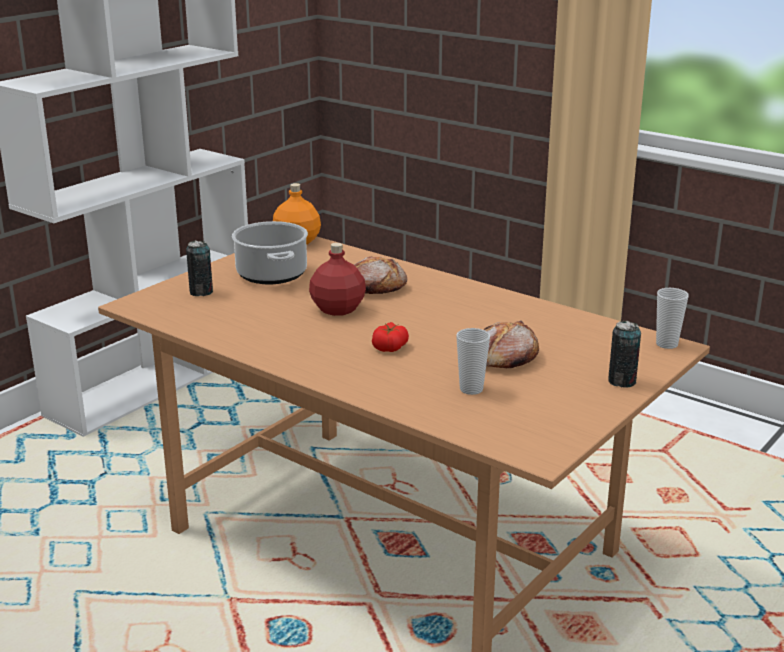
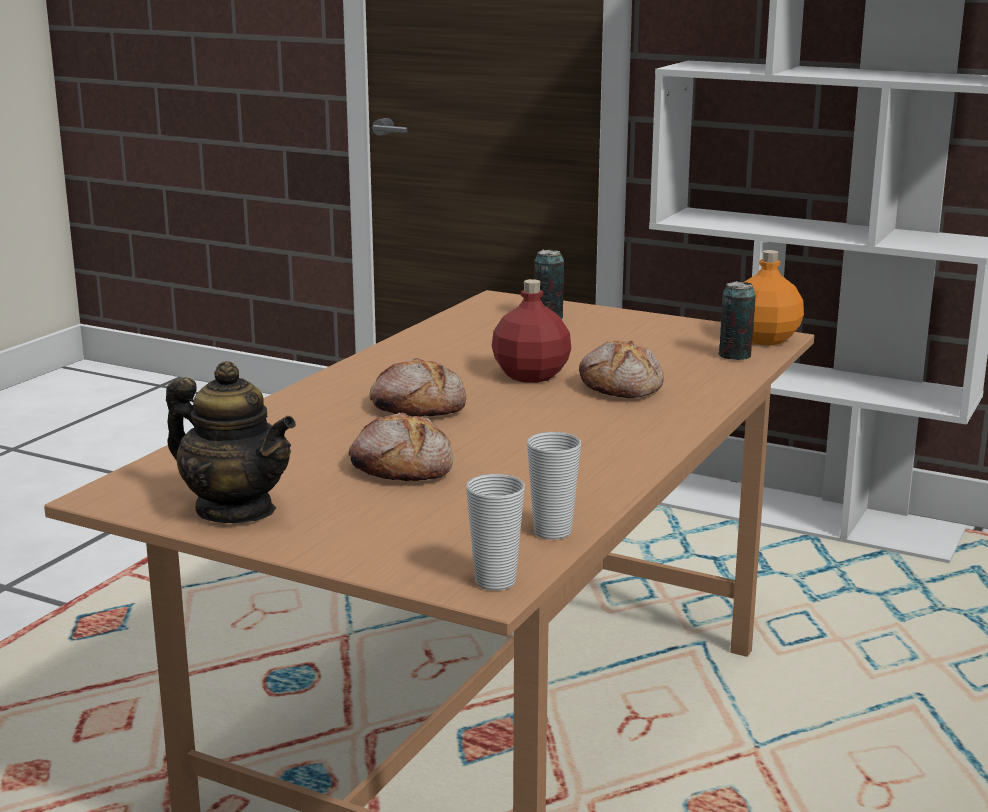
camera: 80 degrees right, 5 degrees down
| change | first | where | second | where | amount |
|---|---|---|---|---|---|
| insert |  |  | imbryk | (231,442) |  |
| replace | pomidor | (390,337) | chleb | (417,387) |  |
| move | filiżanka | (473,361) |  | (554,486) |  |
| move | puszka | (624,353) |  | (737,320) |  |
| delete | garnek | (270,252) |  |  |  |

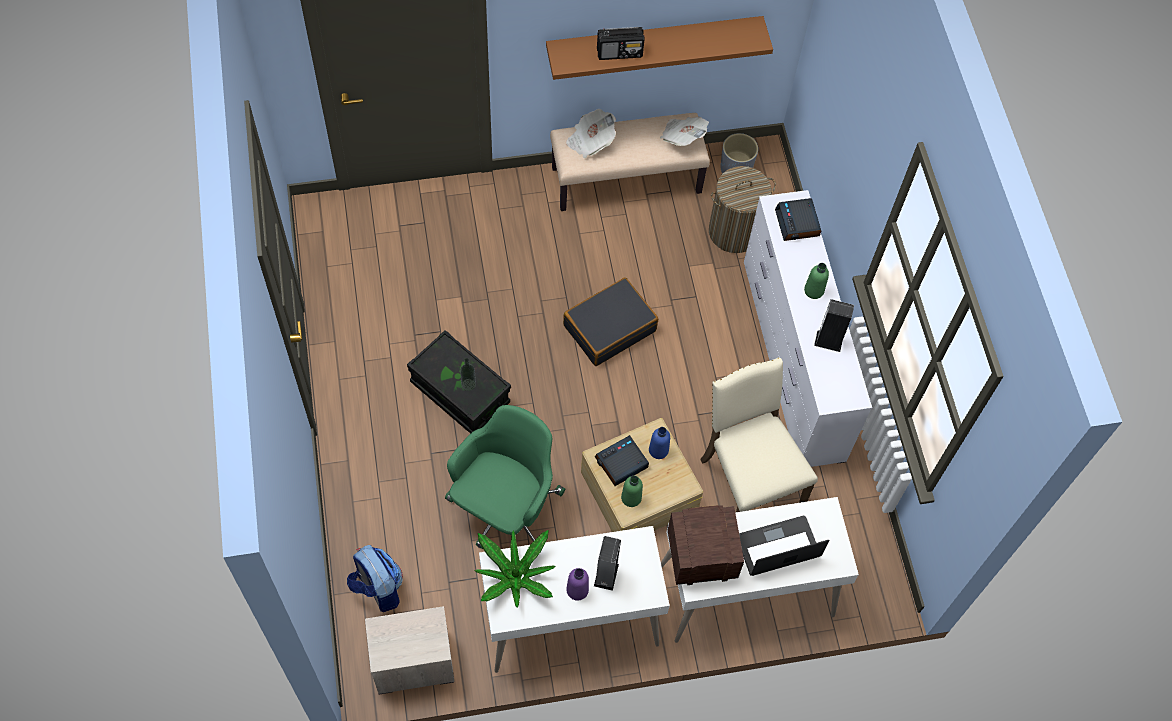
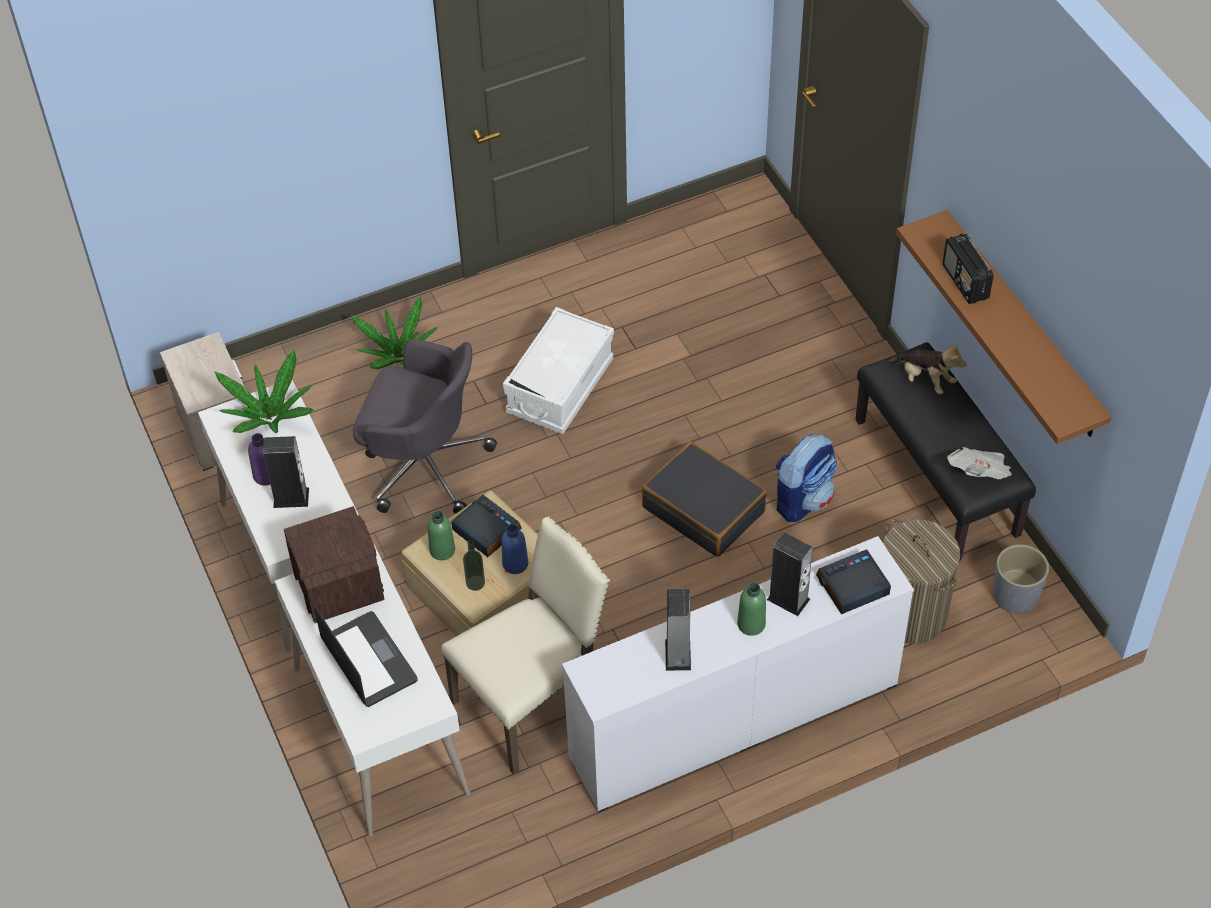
camera: 80 degrees right, 10 degrees down
| change | first | where | second | where | amount |
|---|---|---|---|---|---|
| insert |  |  | roślina doniczkowa | (394,332) |  |
| recolor | krzesło biurowe/zielony | (505,477) | krzesło biurowe/szary | (425,426) |  |
| move | butelka | (468,374) |  | (474,565) |  |
| recolor | pojemnik do przechowywania/czarny | (459,382) | pojemnik do przechowywania/biały | (558,370) |  |
| insert |  |  | głośnik | (790,574) |  |
| move | plecak | (375,578) |  | (806,478) |  |
| recolor | ławka/beżowy | (630,162) | ławka/czarny | (946,451) |  |
| replace | gazeta | (591,133) | pluszak | (927,368) |  |

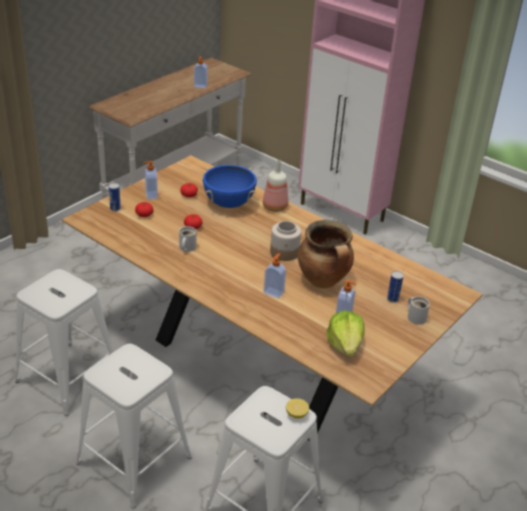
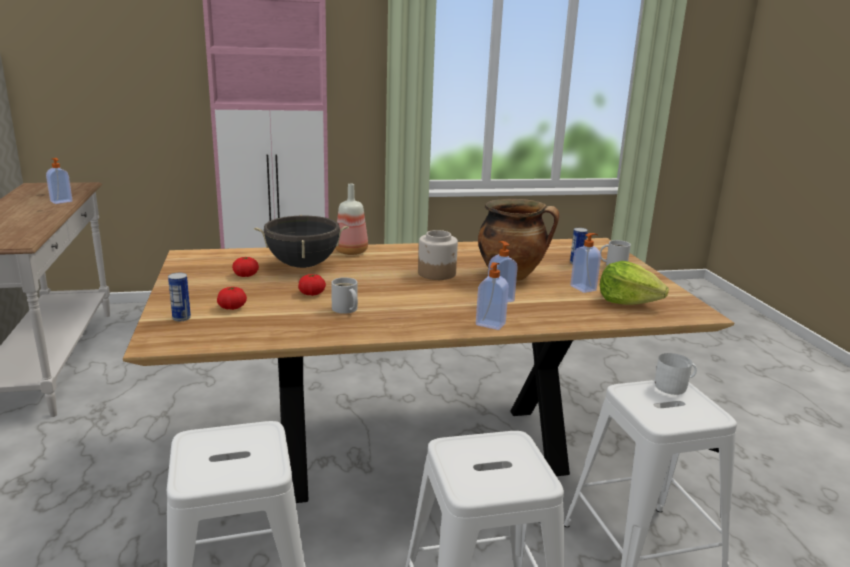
camera: 50 degrees left, 15 degrees down
| change | first | where | second | where | amount |
|---|---|---|---|---|---|
| recolor | garnek/niebieski | (230,186) | garnek/czarny | (301,241) |  |
| move | dozownik mydła | (151,180) |  | (492,296) |  |
| replace | cytryna | (297,408) | kubek/biały | (676,374) |  |

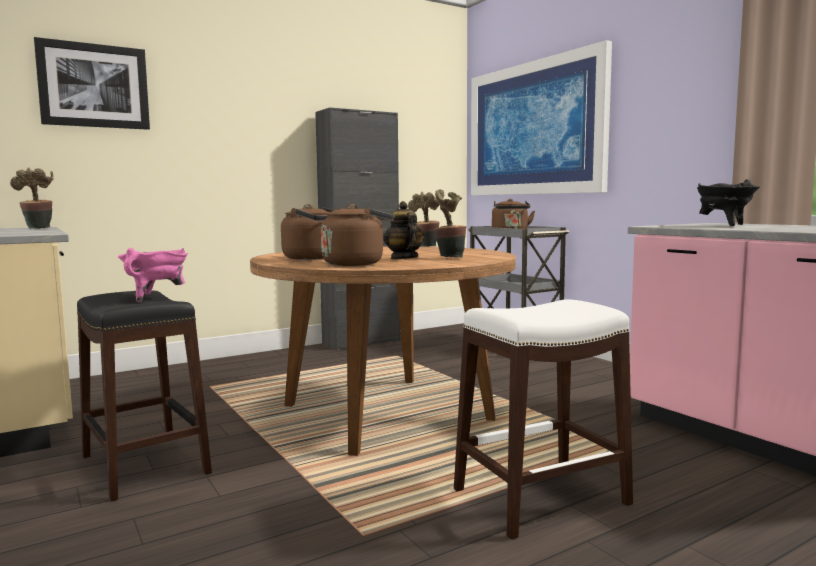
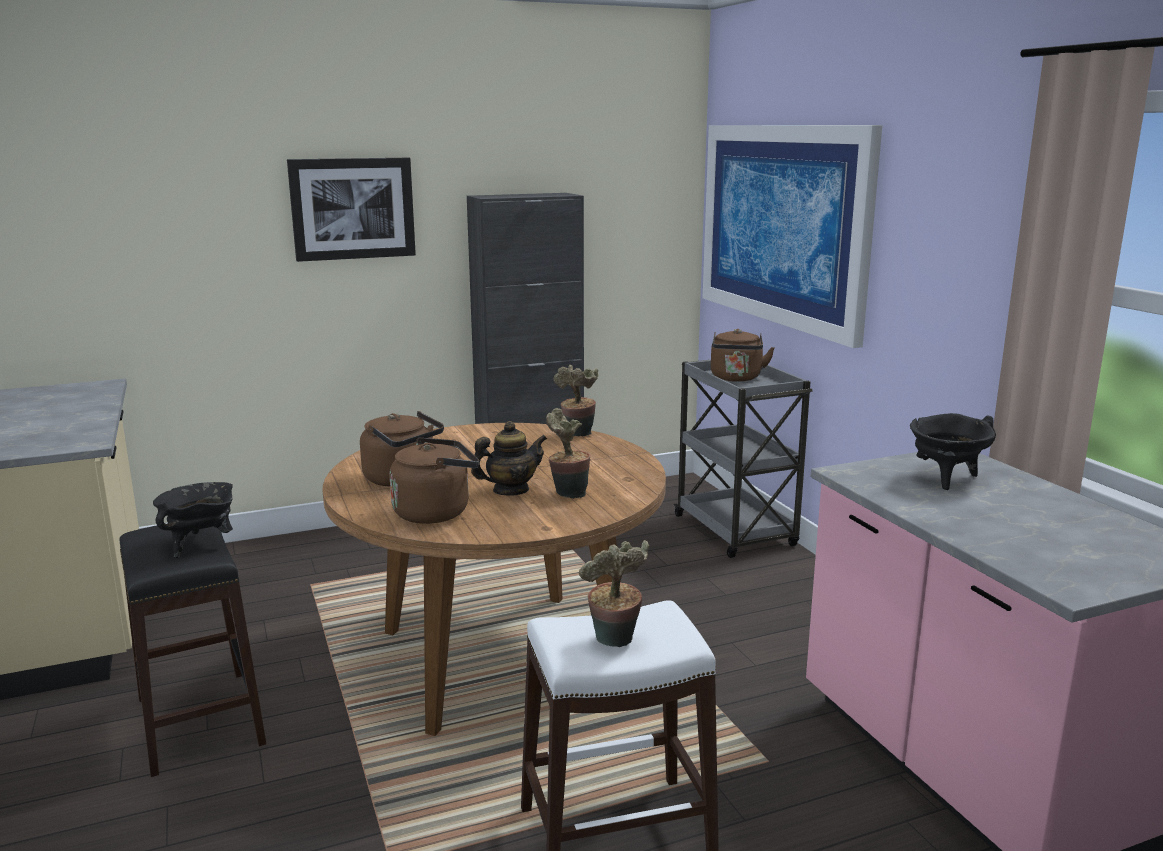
camera: 10 degrees right, 10 degrees up
| change | first | where | second | where | amount |
|---|---|---|---|---|---|
| recolor | garnek/różowy | (152,275) | garnek/czarny | (193,520) |  |
| move | obraz | (92,83) |  | (351,210) |  |
| rotate | imbryk | (403,230) |  | (509,458) | 75 degrees clockwise |
| move | roślina doniczkowa | (32,198) |  | (614,593) |  |

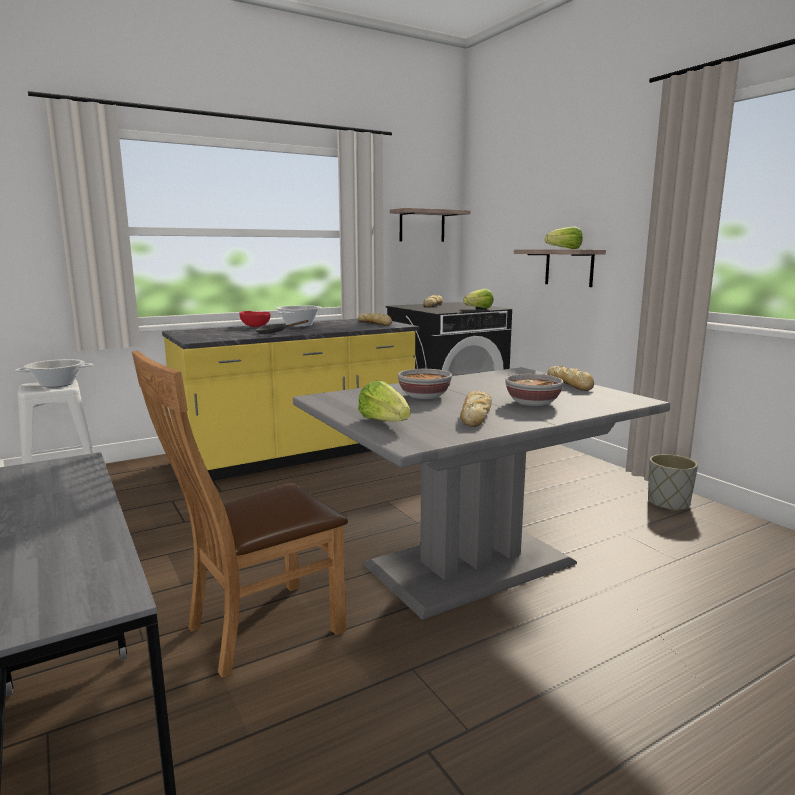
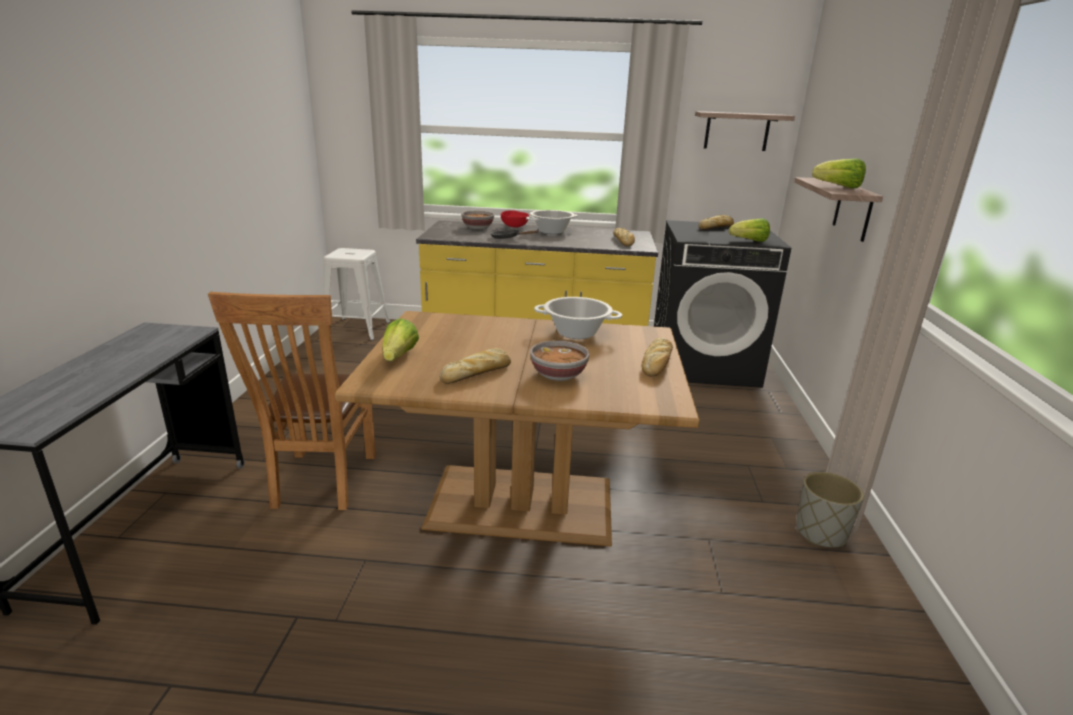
camera: 35 degrees right, 10 degrees up
| change | first | where | second | where | amount |
|---|---|---|---|---|---|
| rotate | krzesło/brązowy | (240,514) |  | (292,401) | 90 degrees counterclockwise |
| recolor | stół jadalny/szary | (481,493) | stół jadalny/brązowy | (517,428) |  |
| move | miska | (425,384) |  | (477,220) |  |
| move | garnek | (54,373) |  | (578,318) |  |

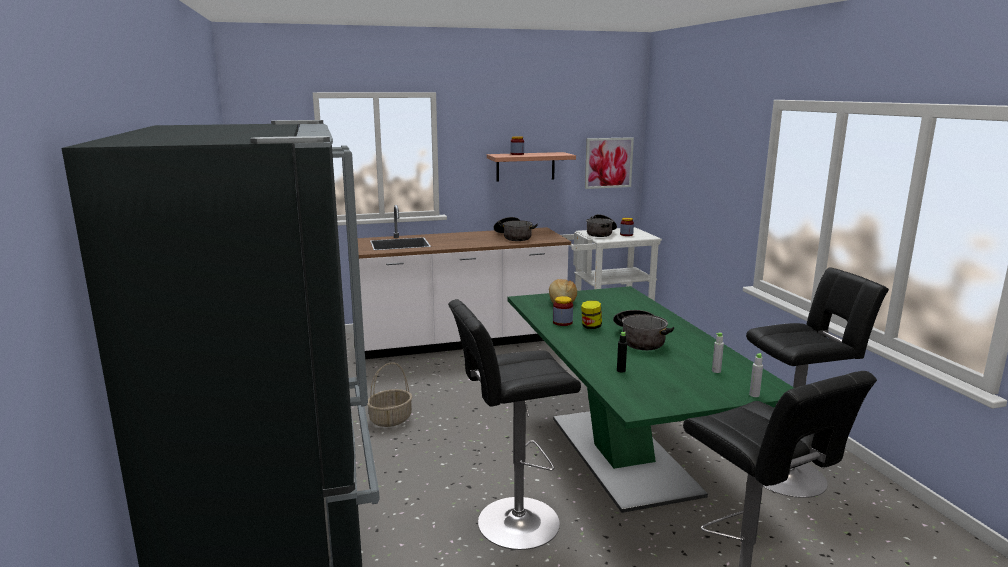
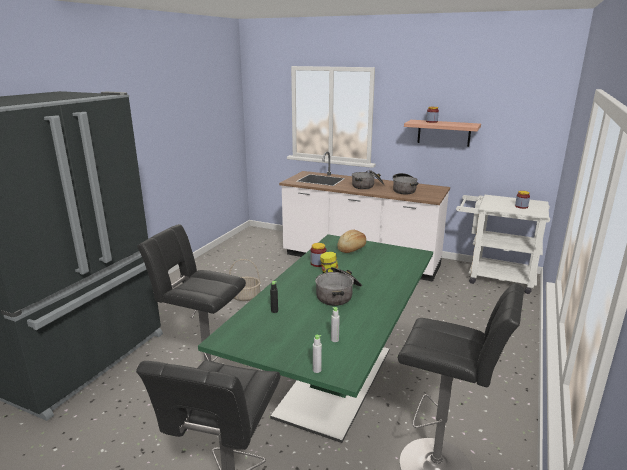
camera: 40 degrees right, 5 degrees up
| change | first | where | second | where | amount |
|---|---|---|---|---|---|
| move | garnek | (601,225) |  | (368,179) |  |
| delete | obraz | (609,163) |  |  |  |

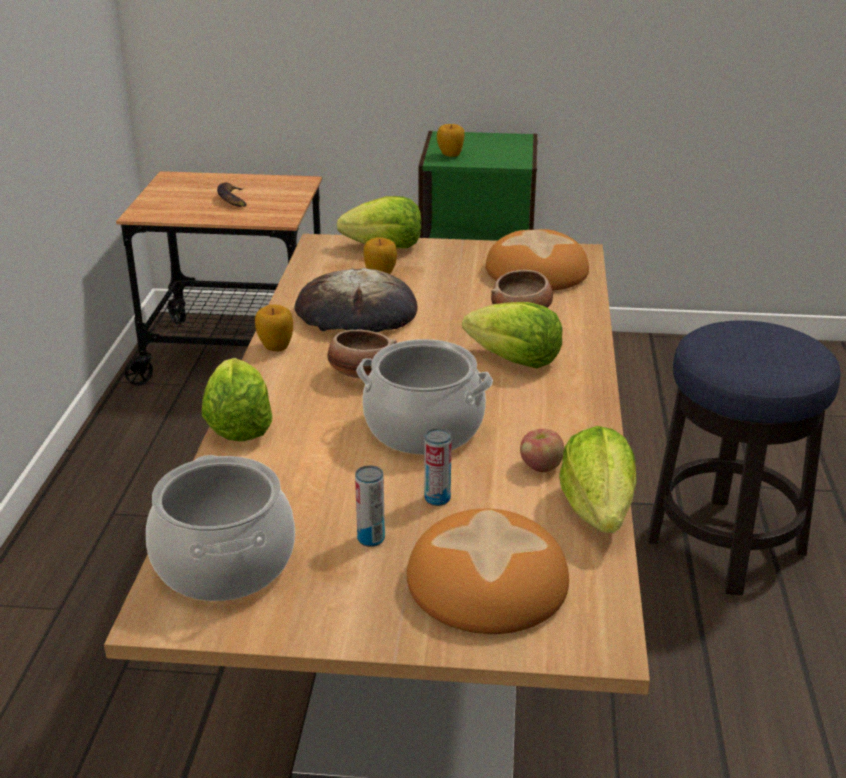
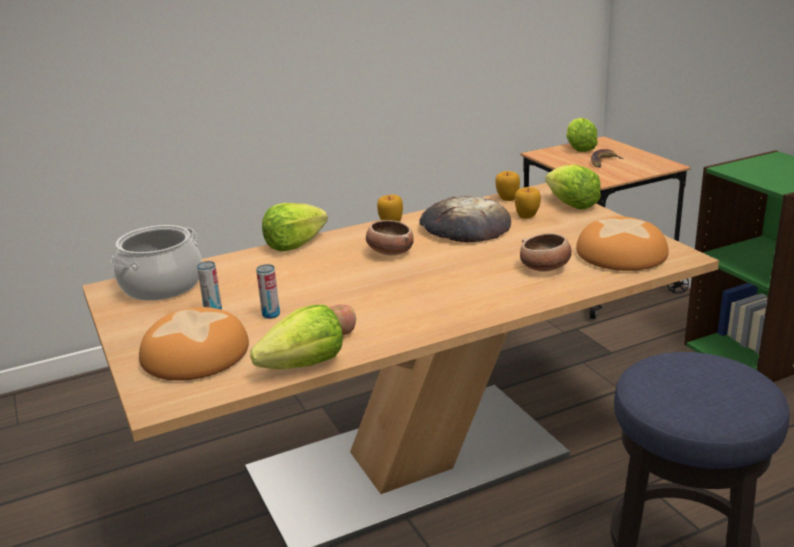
camera: 60 degrees right, 5 degrees down
| change | first | where | second | where | amount |
|---|---|---|---|---|---|
| move | jabłko | (451,140) |  | (507,186) |  |
| move | sałata | (512,335) |  | (582,135) |  |
| delete | garnek | (424,397) |  |  |  |

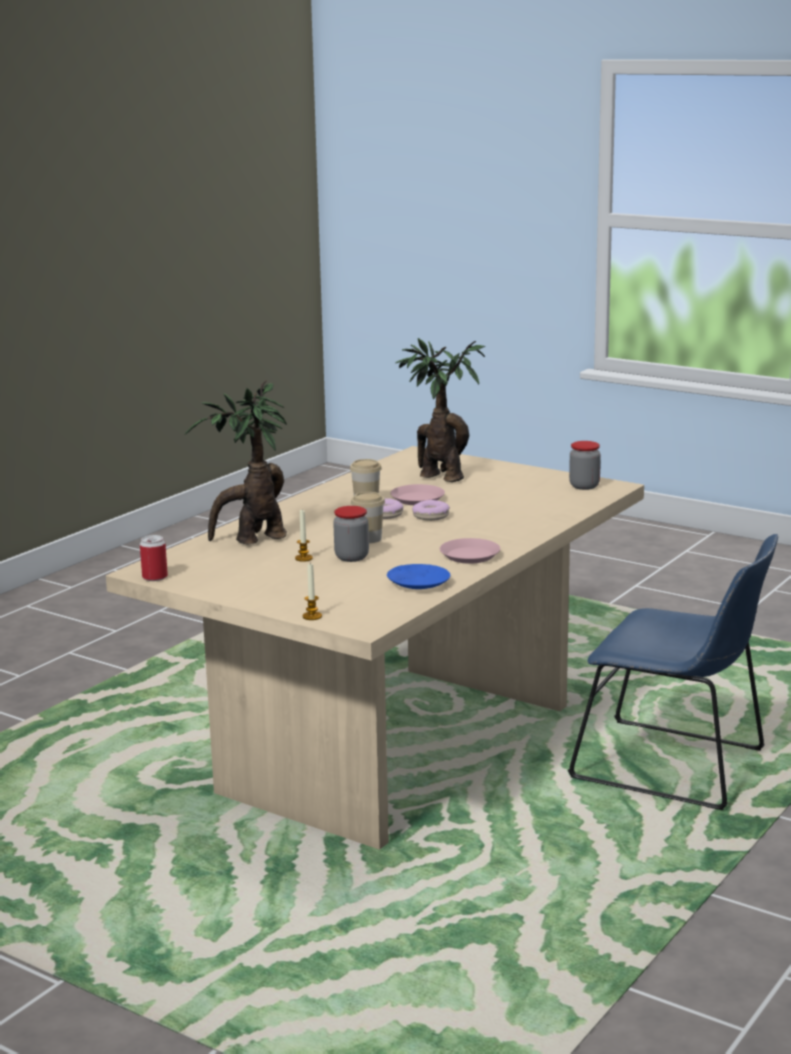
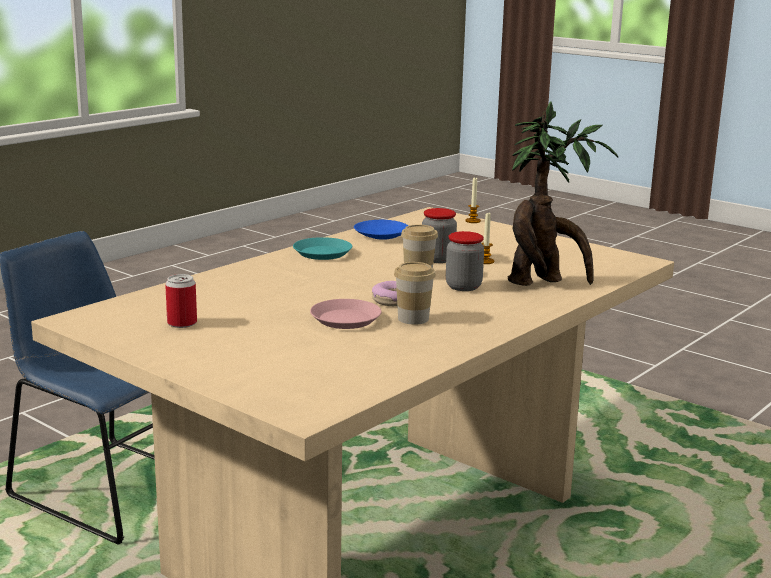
camera: 175 degrees left, 0 degrees up
| change | first | where | second | where | amount |
|---|---|---|---|---|---|
| move | puszka | (154,558) |  | (181,301) |  |
| recolor | talerz/różowy | (470,551) | talerz/turkusowy | (322,248) |  |
| move | słoik | (585,465) |  | (465,261) |  |
| delete | roślina doniczkowa | (440,410) |  |  |  |
| delete | donut | (431,510) |  |  |  |

